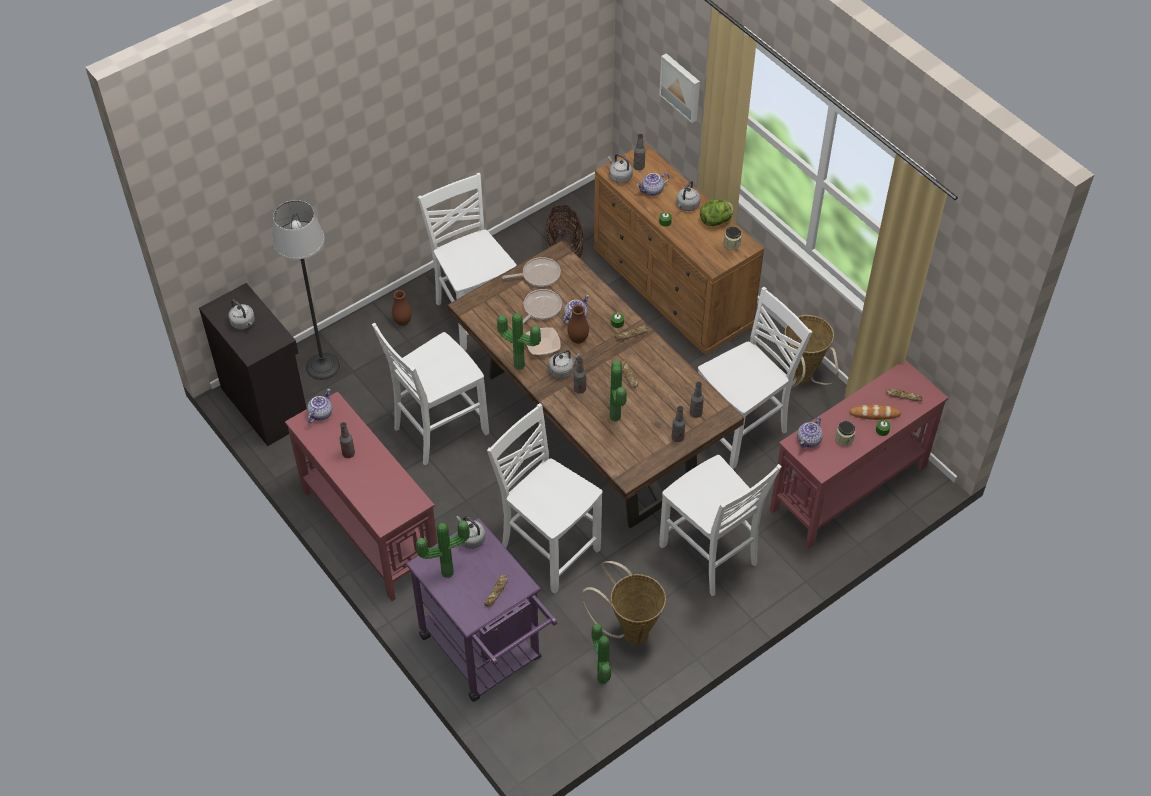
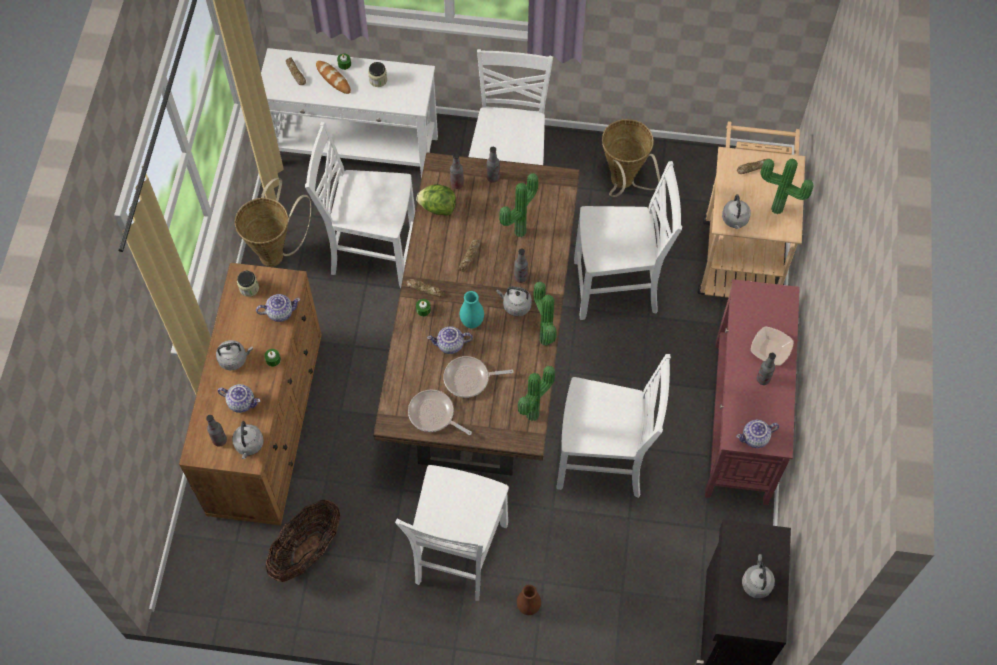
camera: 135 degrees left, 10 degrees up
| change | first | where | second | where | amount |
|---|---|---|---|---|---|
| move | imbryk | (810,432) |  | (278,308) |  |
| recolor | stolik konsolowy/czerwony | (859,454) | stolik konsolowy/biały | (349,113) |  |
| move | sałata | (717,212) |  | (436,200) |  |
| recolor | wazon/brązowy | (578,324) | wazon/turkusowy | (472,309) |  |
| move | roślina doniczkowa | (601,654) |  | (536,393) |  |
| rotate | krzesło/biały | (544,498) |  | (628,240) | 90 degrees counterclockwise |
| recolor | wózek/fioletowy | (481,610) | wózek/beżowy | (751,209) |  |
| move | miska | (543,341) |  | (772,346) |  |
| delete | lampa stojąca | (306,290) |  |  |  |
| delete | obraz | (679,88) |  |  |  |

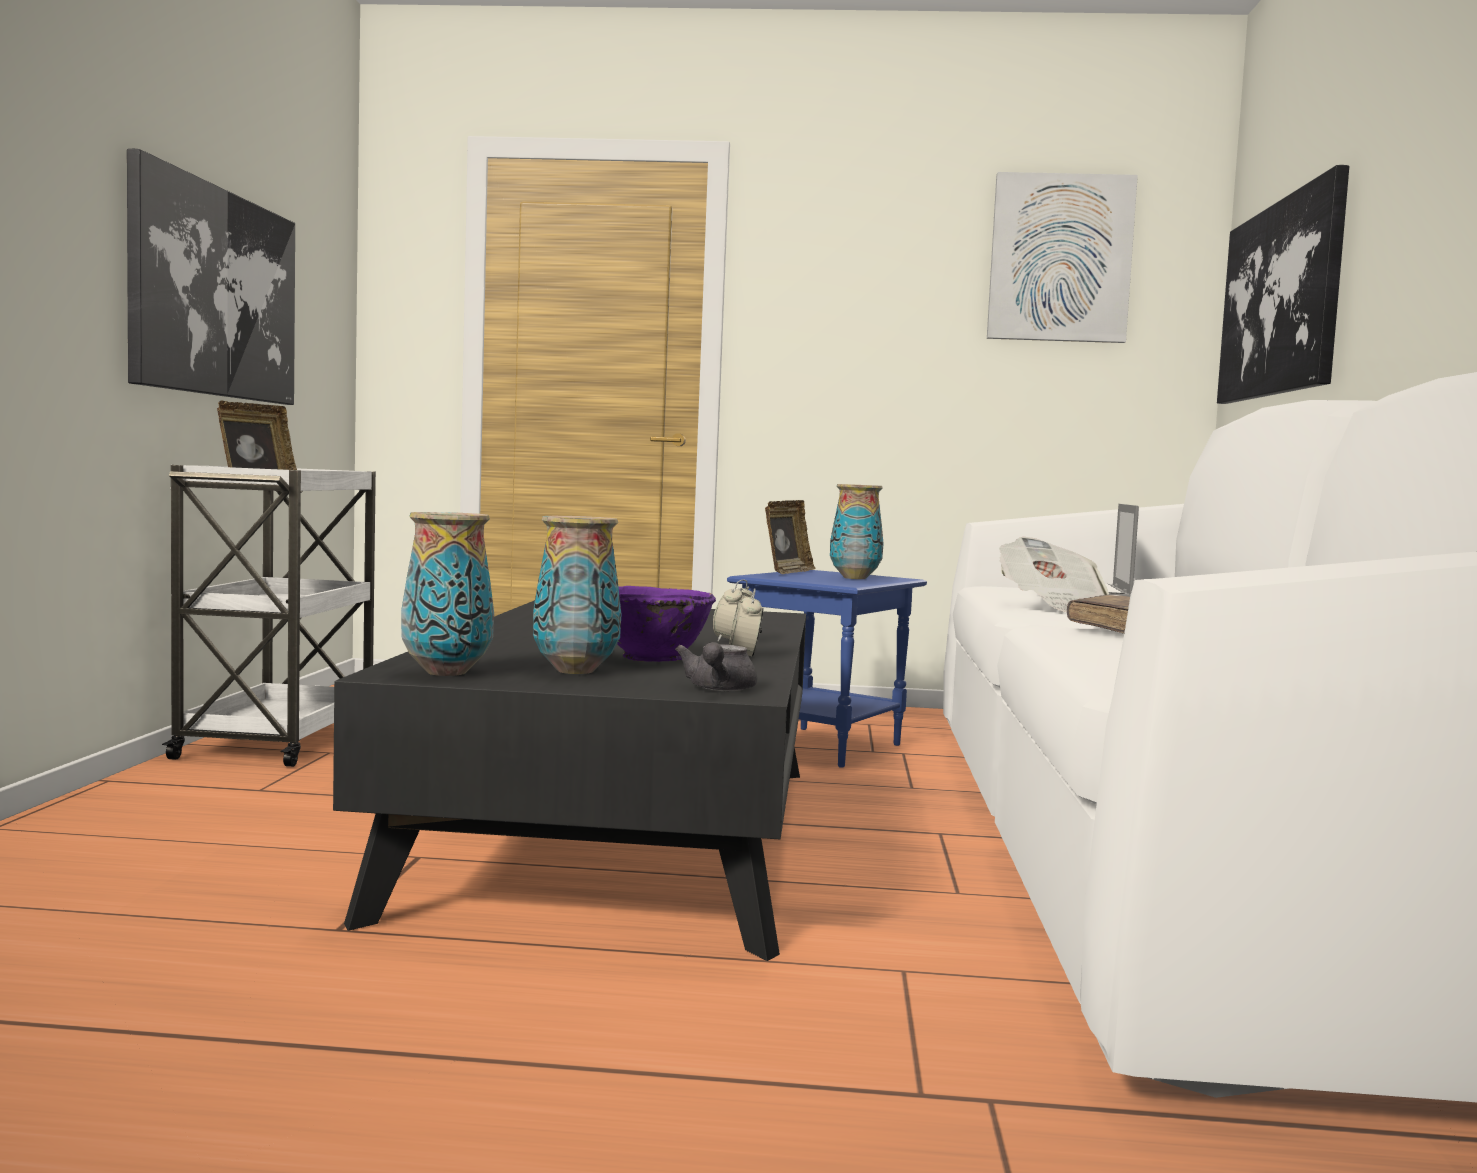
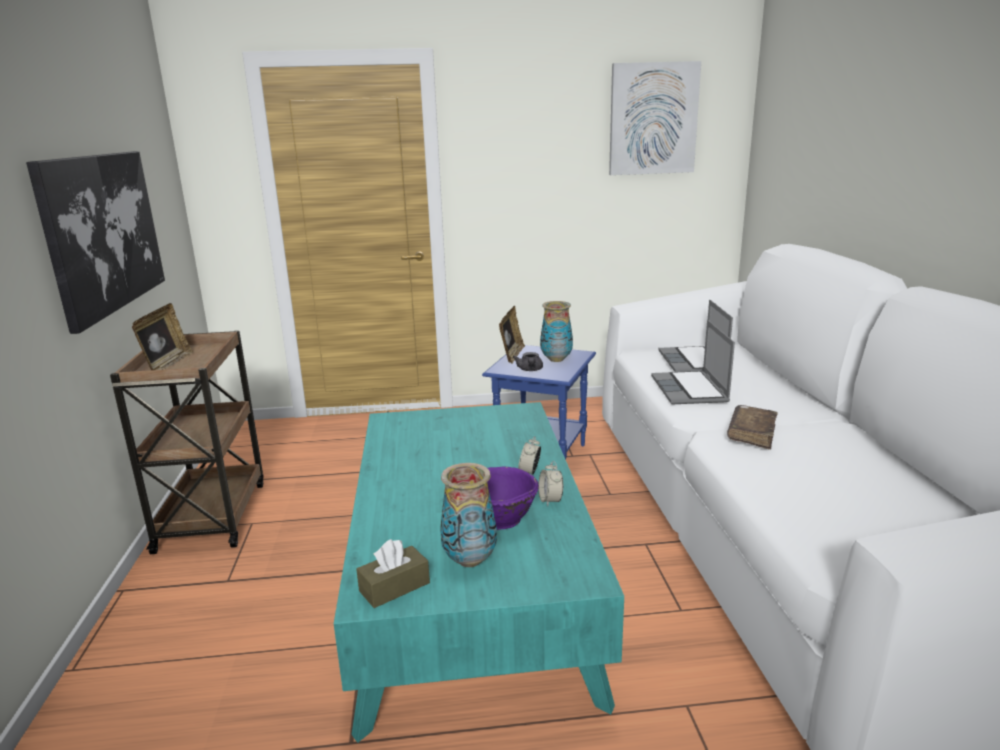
camera: 10 degrees left, 15 degrees up
| change | first | where | second | where | amount |
|---|---|---|---|---|---|
| recolor | wózek/biały | (269,616) | wózek/brązowy | (187,442) |  |
| recolor | ława/czarny | (569,780) | ława/turkusowy | (479,572) |  |
| replace | wazon | (447,594) | pudełko chusteczek/brązowy | (393,573) |  |
| move | imbryk/szary | (716,666) |  | (528,361) |  |
| replace | gazeta | (1054,574) | laptop | (693,362) |  |
| delete | obraz | (1283,284) |  |  |  |

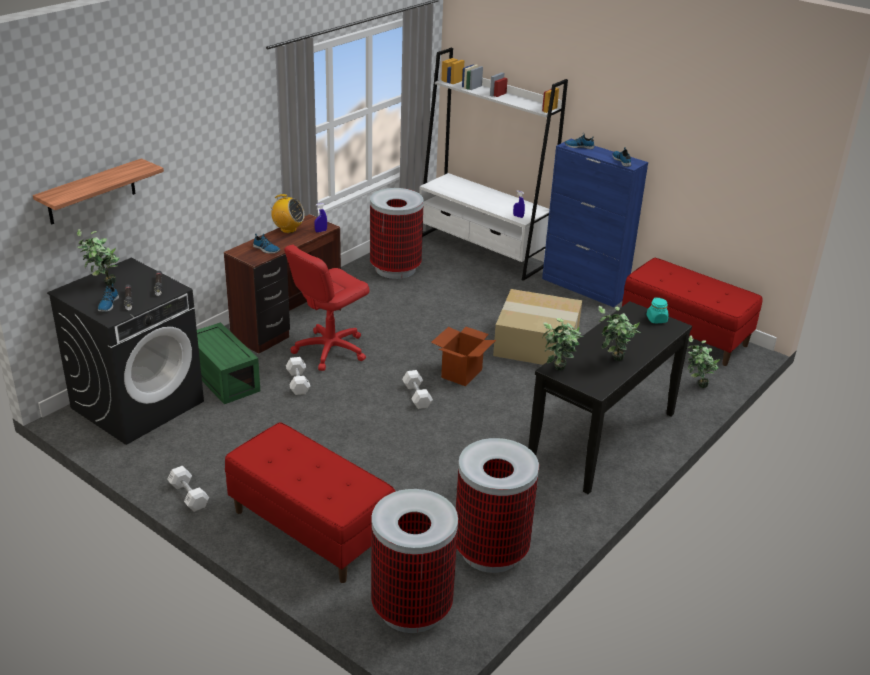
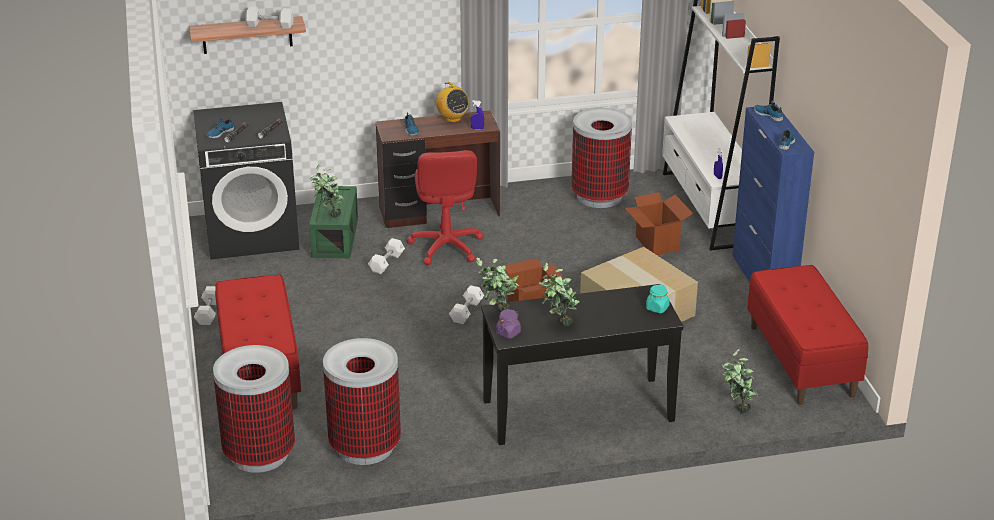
camera: 40 degrees right, 0 degrees up
| change | first | where | second | where | amount |
|---|---|---|---|---|---|
| insert |  |  | hantel/biały | (269,18) |  |
| move | roślina doniczkowa | (98,257) |  | (327,190) |  |
| rotate | krzesło biurowe/czerwony | (327,308) |  | (445,207) | 90 degrees counterclockwise |
| insert |  |  | słoik/fioletowy | (508,324) |  |
| insert |  |  | karton | (659,223) |  |

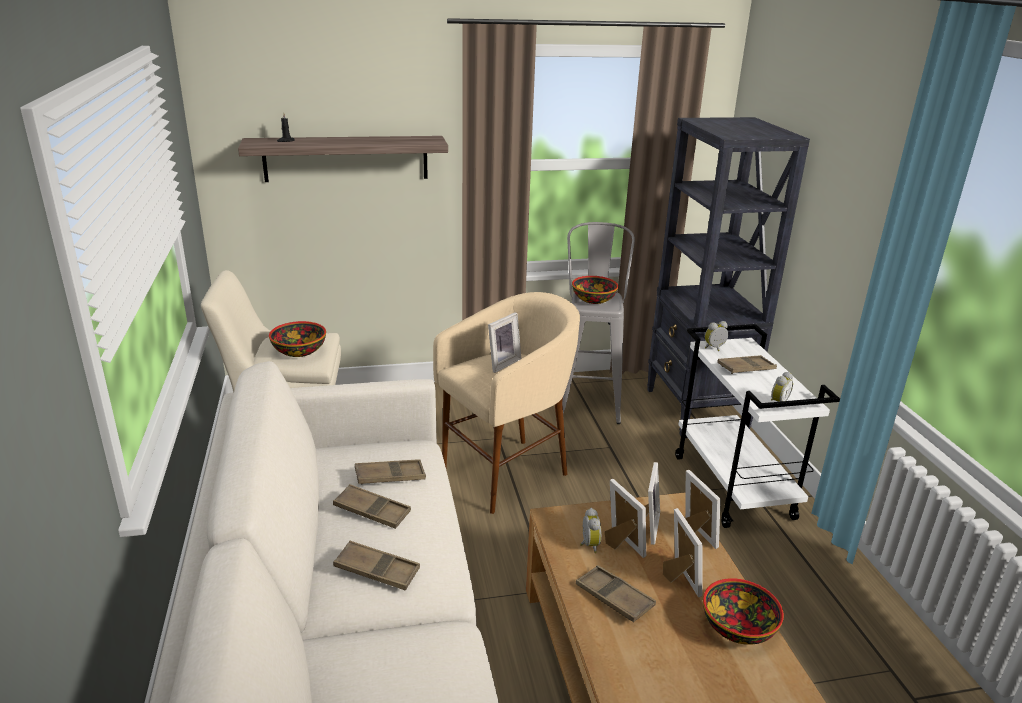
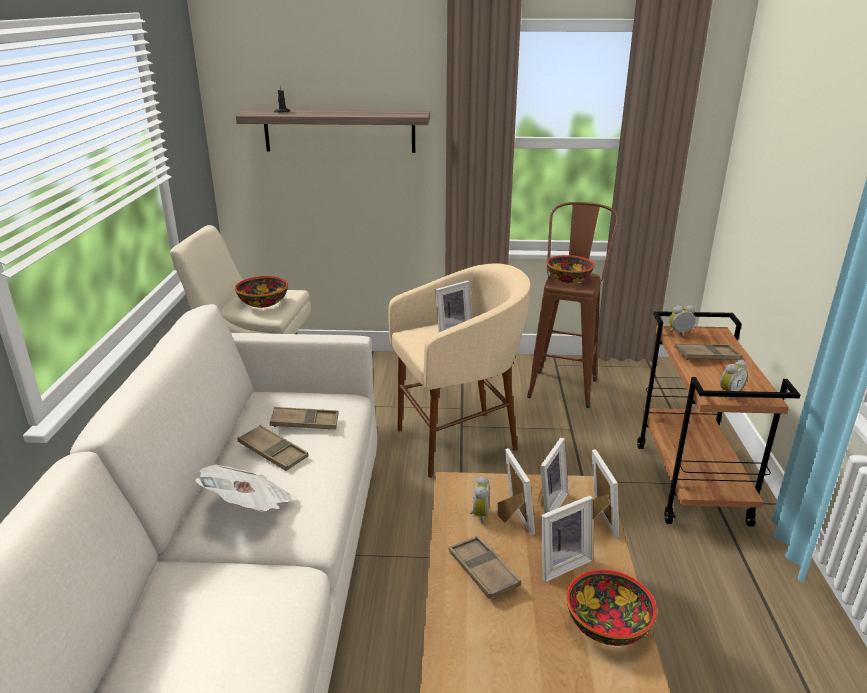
camera: 15 degrees right, 0 degrees up
| change | first | where | second | where | amount |
|---|---|---|---|---|---|
| replace | taca/brązowy | (376,566) | gazeta | (246,488) |  |
| recolor | stołek/szary | (598,323) | stołek/brązowy | (573,305) |  |
| rotate | ramka na zdjęcie | (683,552) |  | (567,538) | 60 degrees clockwise |
| recolor | wózek/biały | (757,426) | wózek/brązowy | (718,418) |  |
| delete | regał/czarny | (728,276) |  |  |  |

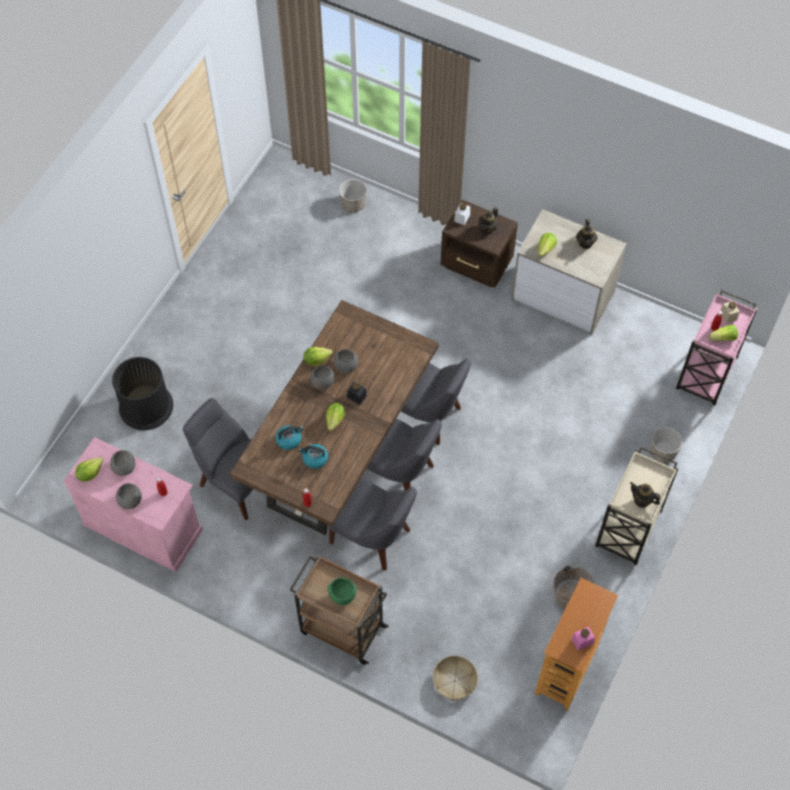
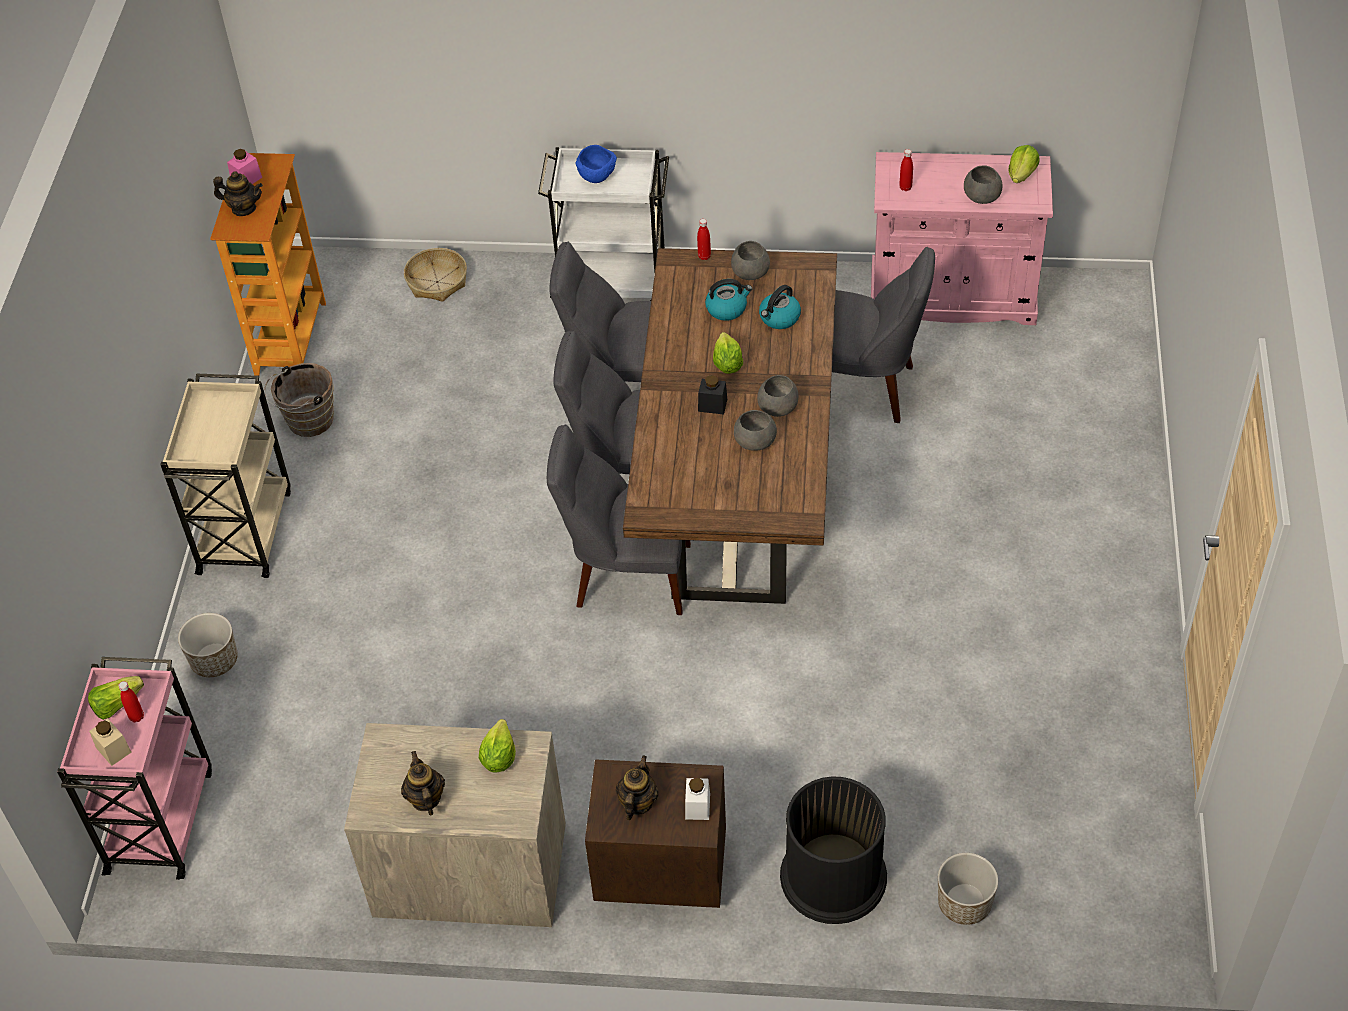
camera: 160 degrees right, 10 degrees down
| change | first | where | second | where | amount |
|---|---|---|---|---|---|
| move | imbryk | (645,495) |  | (238,193) |  |
| recolor | wózek/brązowy | (339,610) | wózek/biały | (603,224) |  |
| recolor | miska/zielony | (342,591) | miska/niebieski | (596,164) |  |
| move | miska/szary | (129,496) |  | (750,260) |  |
| move | kosz na śmieci/czarny | (142,393) |  | (833,850) |  |
| delete | sałata | (318,356) |  |  |  |

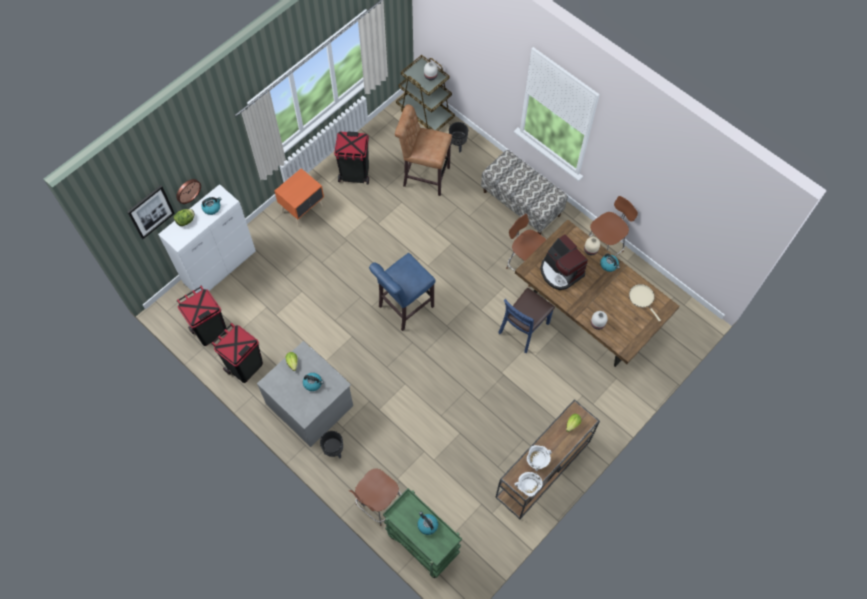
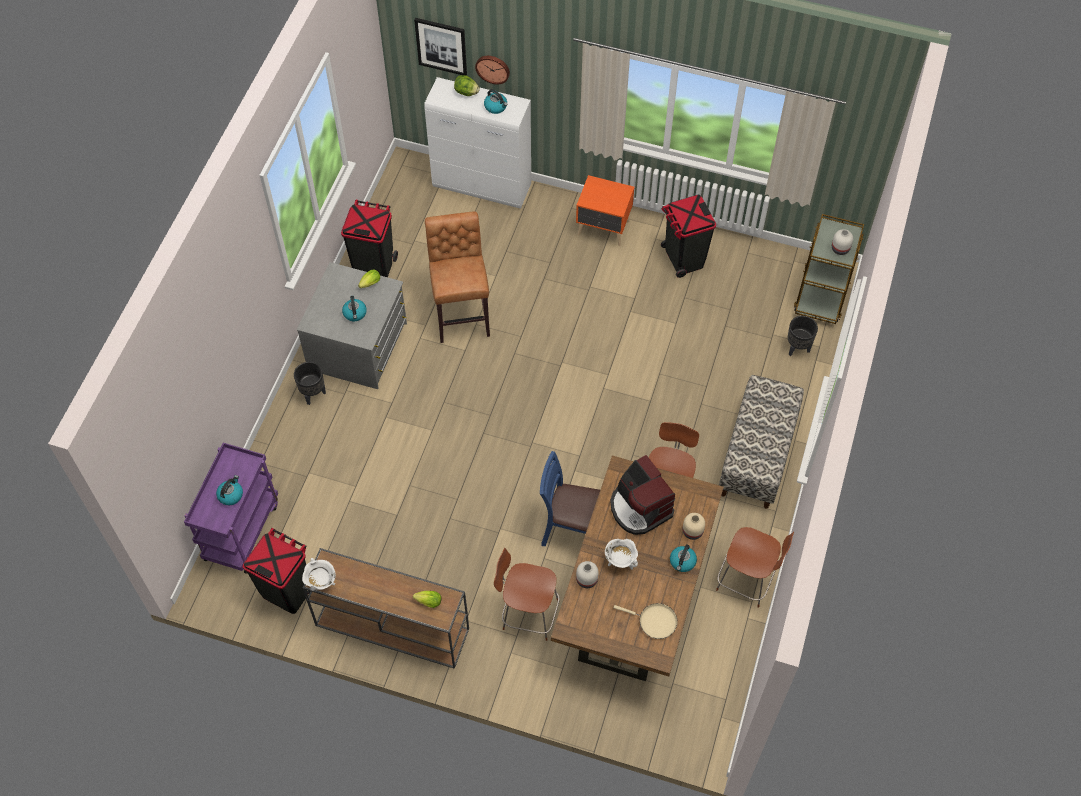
camera: 65 degrees right, 5 degrees down
| change | first | where | second | where | amount |
|---|---|---|---|---|---|
| recolor | wózek/zielony | (422,533) | wózek/fioletowy | (231,508) |  |
| move | kosz na śmieci/czarny | (201,316) |  | (277,571) |  |
| move | stołek/brązowy | (423,150) |  | (457,277) |  |
| move | krzesło/brązowy | (375,497) |  | (527,594) |  |
| move | garnek/biały | (539,458) |  | (621,554) |  |
| rotate | ekspres do kawy | (564,262) |  | (642,495) | 60 degrees counterclockwise |
| rotate | patelnia/beżowy | (645,302) |  | (645,621) | 75 degrees clockwise |
| delete | stołek/niebieski | (402,292) |  |  |  |

